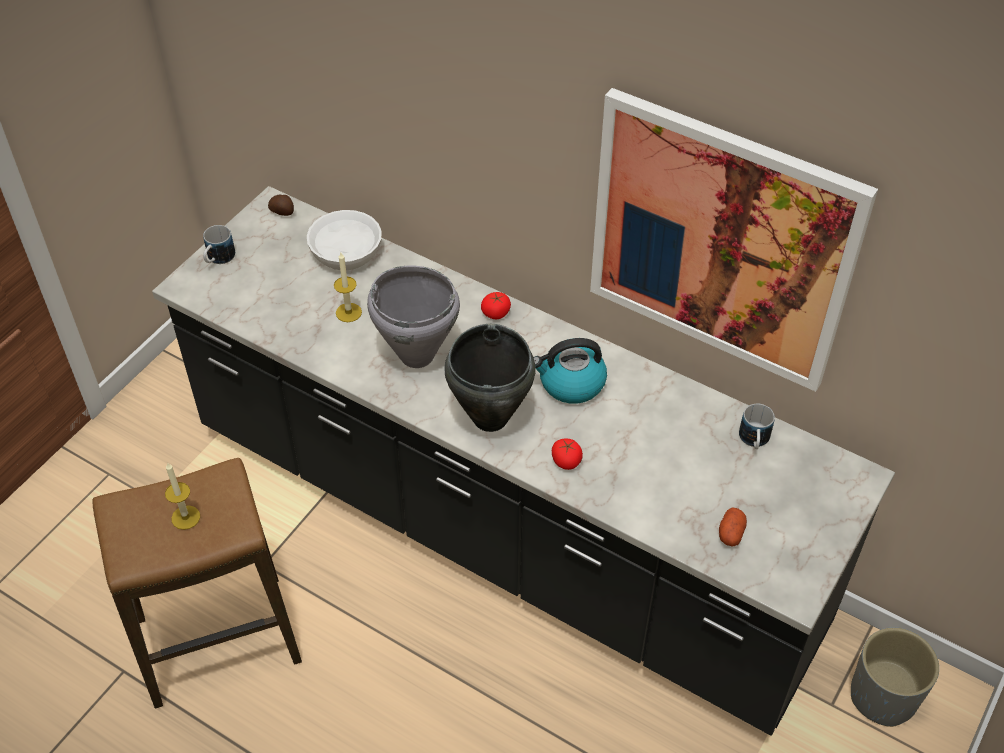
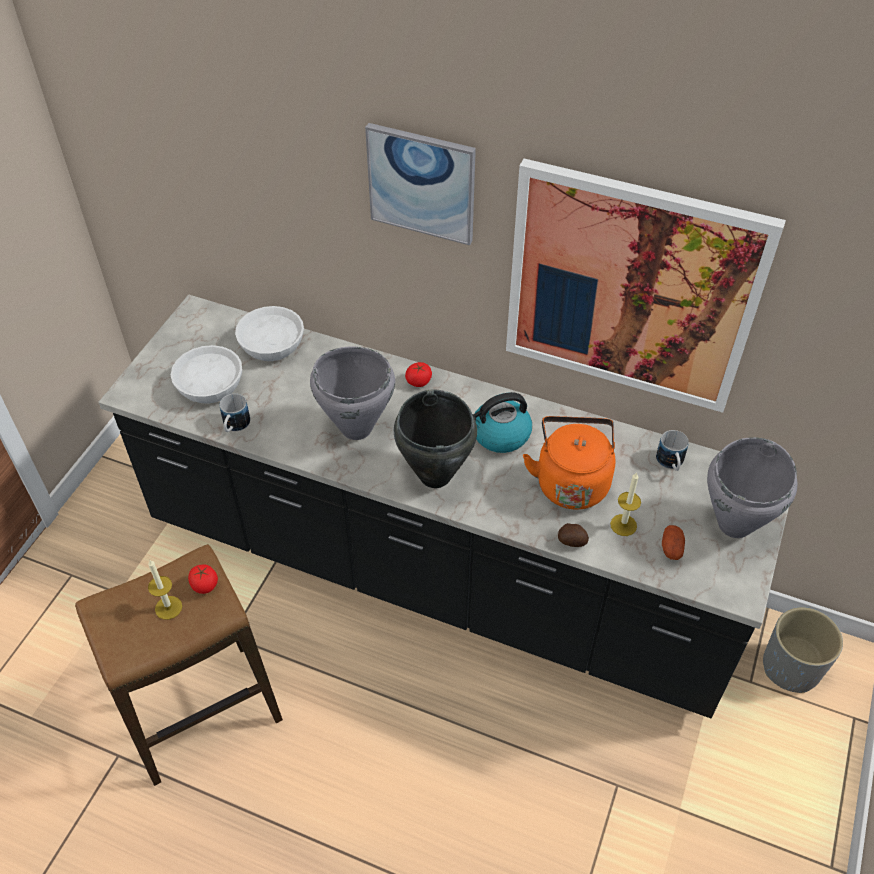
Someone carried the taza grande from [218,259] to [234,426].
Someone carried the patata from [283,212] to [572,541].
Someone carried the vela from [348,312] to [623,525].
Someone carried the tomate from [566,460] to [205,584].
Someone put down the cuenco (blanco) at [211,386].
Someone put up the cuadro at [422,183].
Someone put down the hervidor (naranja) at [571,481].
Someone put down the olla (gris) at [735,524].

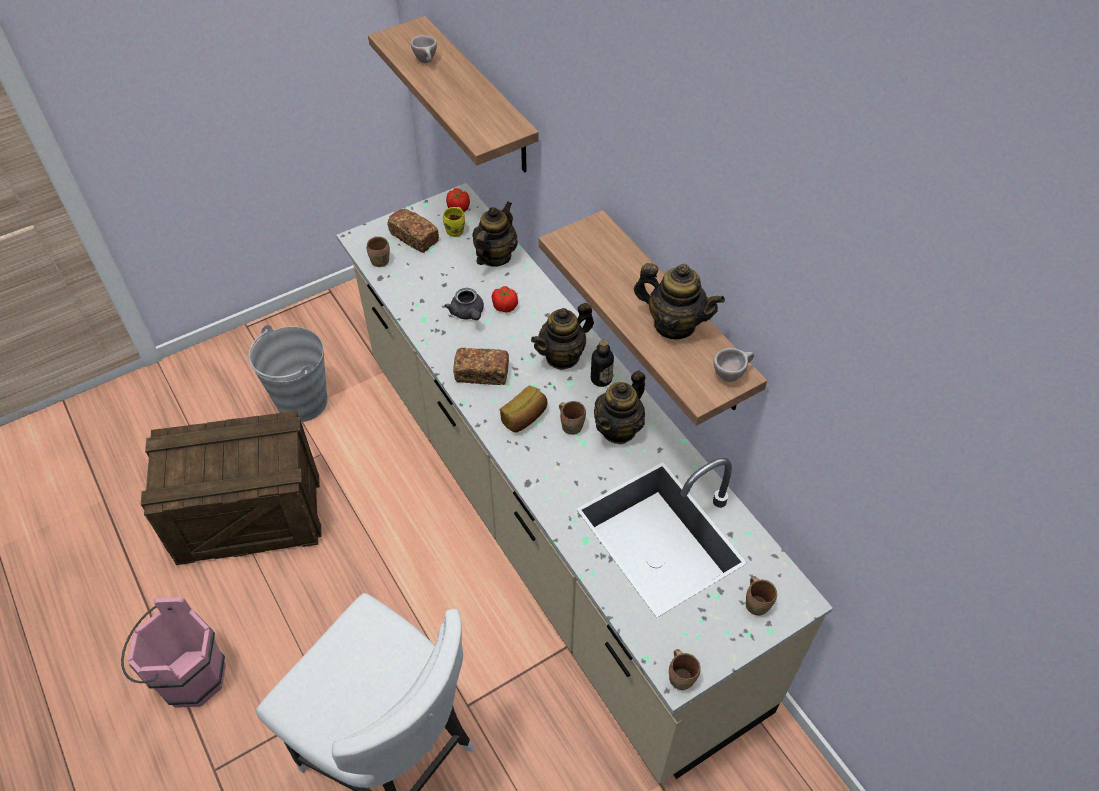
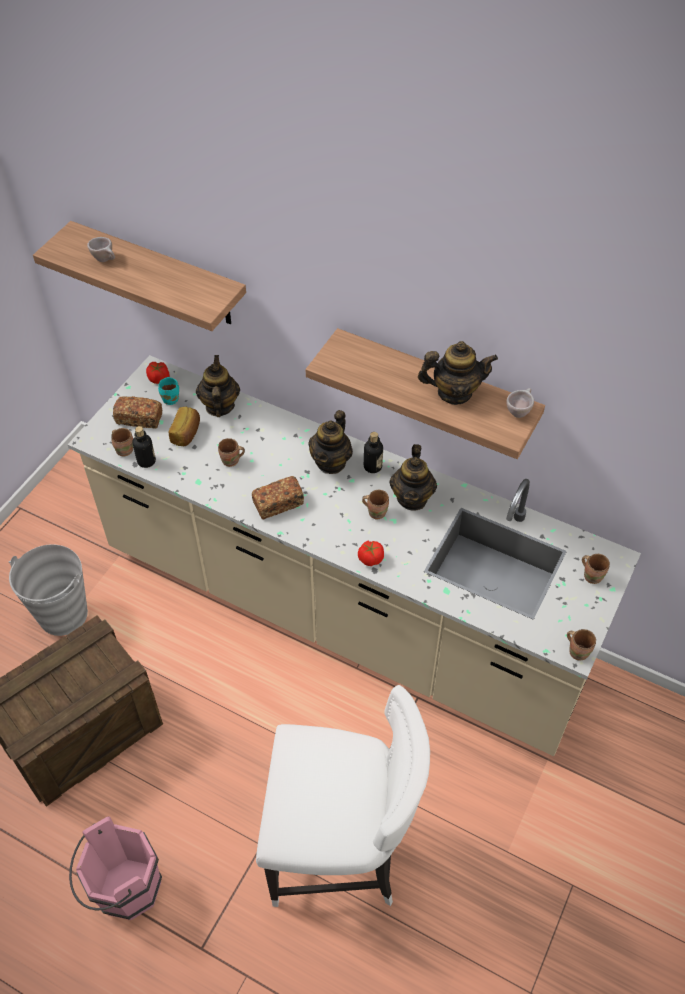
Someone repainted the taza grande (amarillo) at [456,231], which became the taza grande (turquesa) at [171,398].
Someone swapped the tetera (gris) at [468,313] for the taza grande (marrón) at [231,461].
Someone carried the tomate from [504,306] to [370,559].
Someone carried the pan from [525,418] to [187,433].
Someone put down the botella at [146,461].

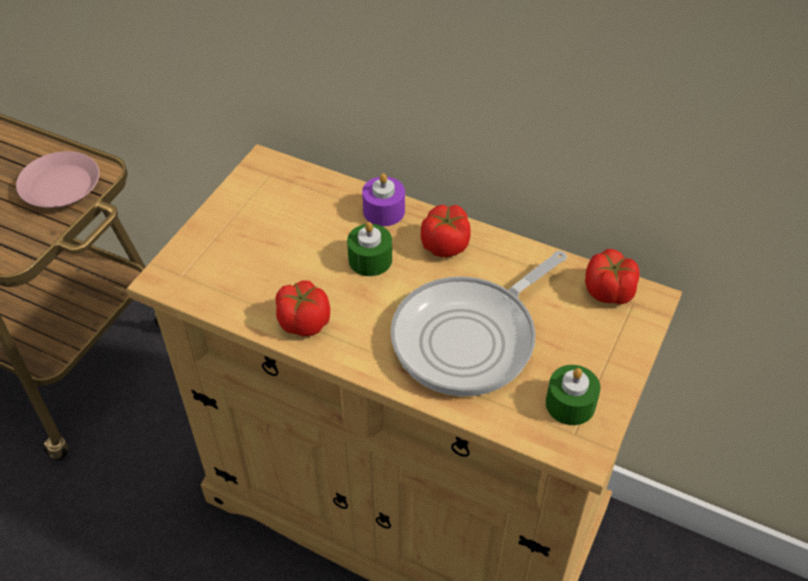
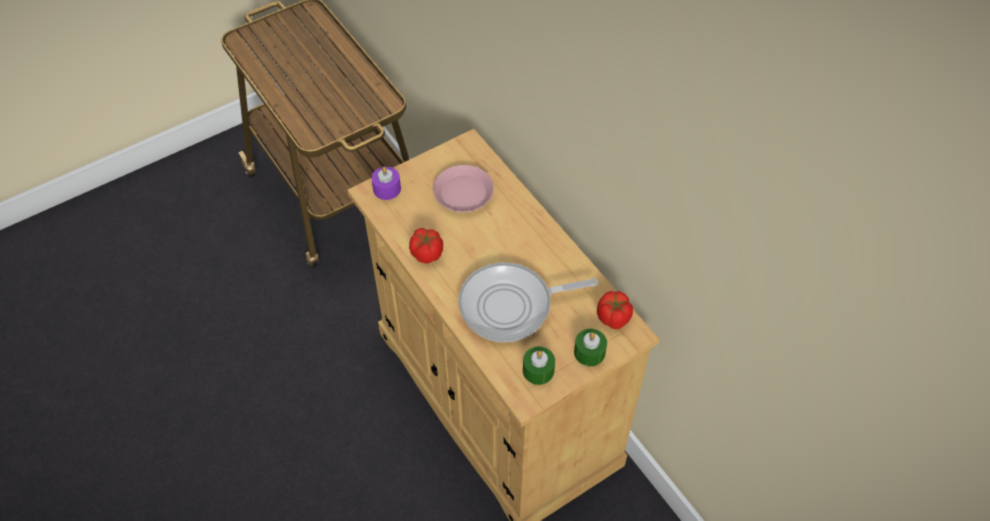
Someone carried the plato (rosa) from [60,186] to [463,193].
Someone carried the vela (verde) from [370,259] to [589,352].
Someone carried the vela (morado) from [384,211] to [387,189].
Someone took away the tomate at [445,245].

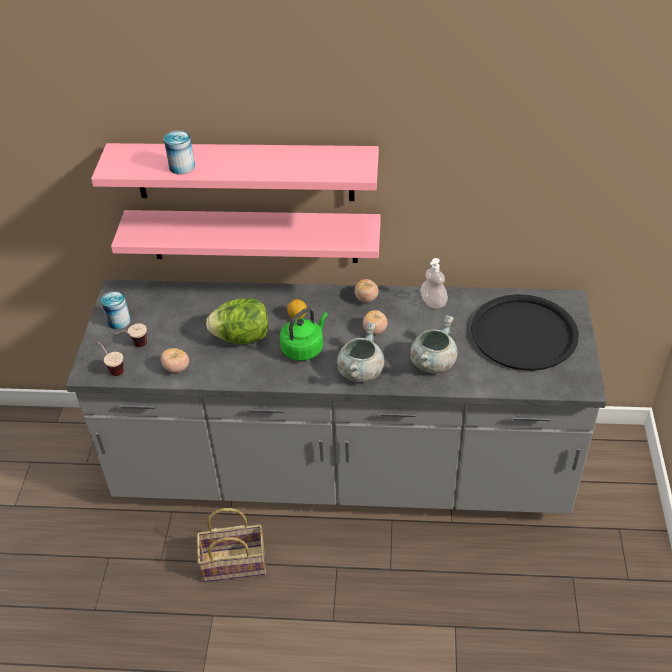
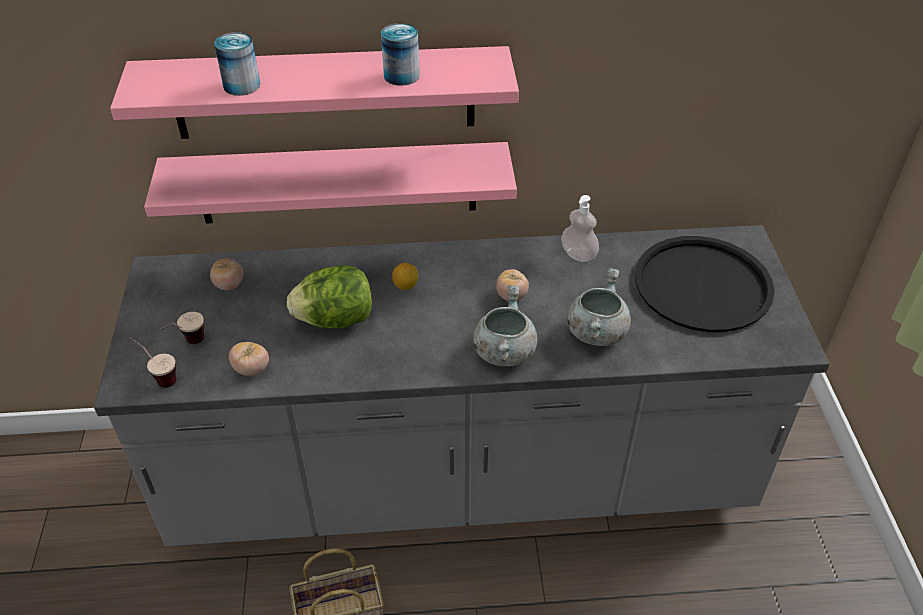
Someone carried the lata from [119,321] to [401,76].
Someone took away the hervidor (verde) at [304,348].
Someone carried the tomate from [366,298] to [229,285].

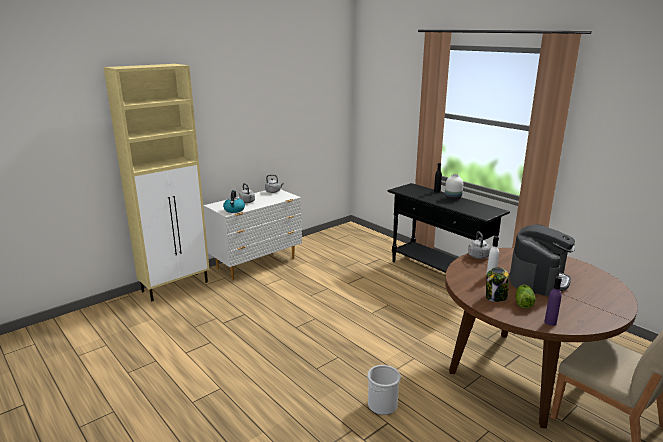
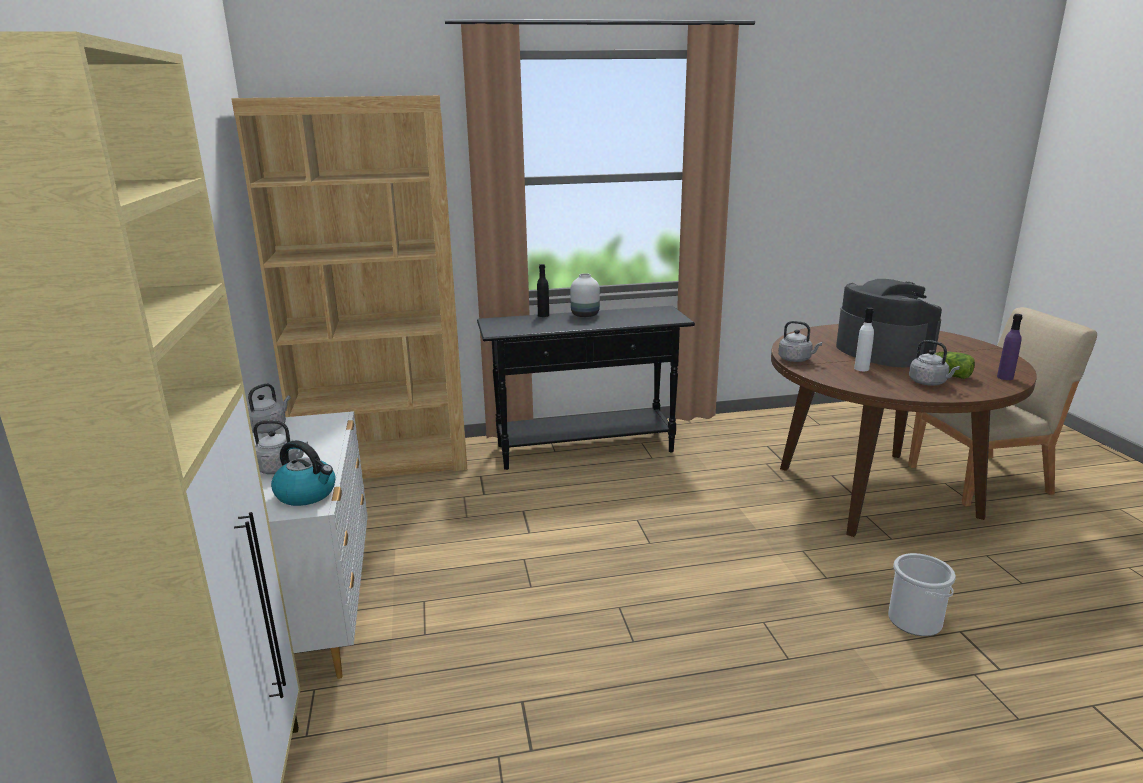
Someone swapped the tarro at [496,297] for the hervidor (gris) at [929,383].
Someone put down the estantería (marrón) at [385,462].

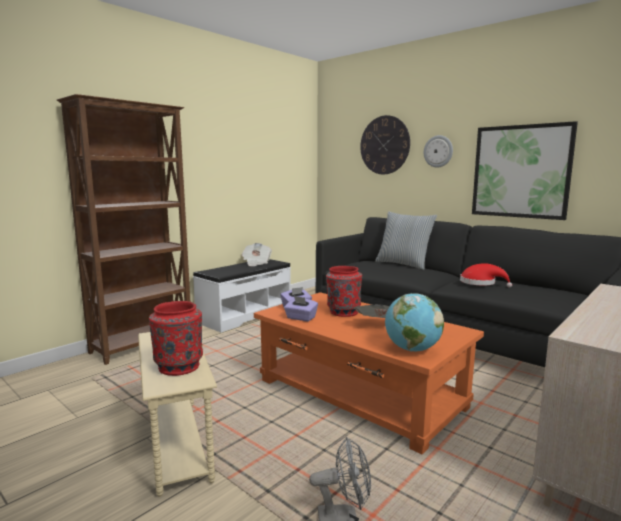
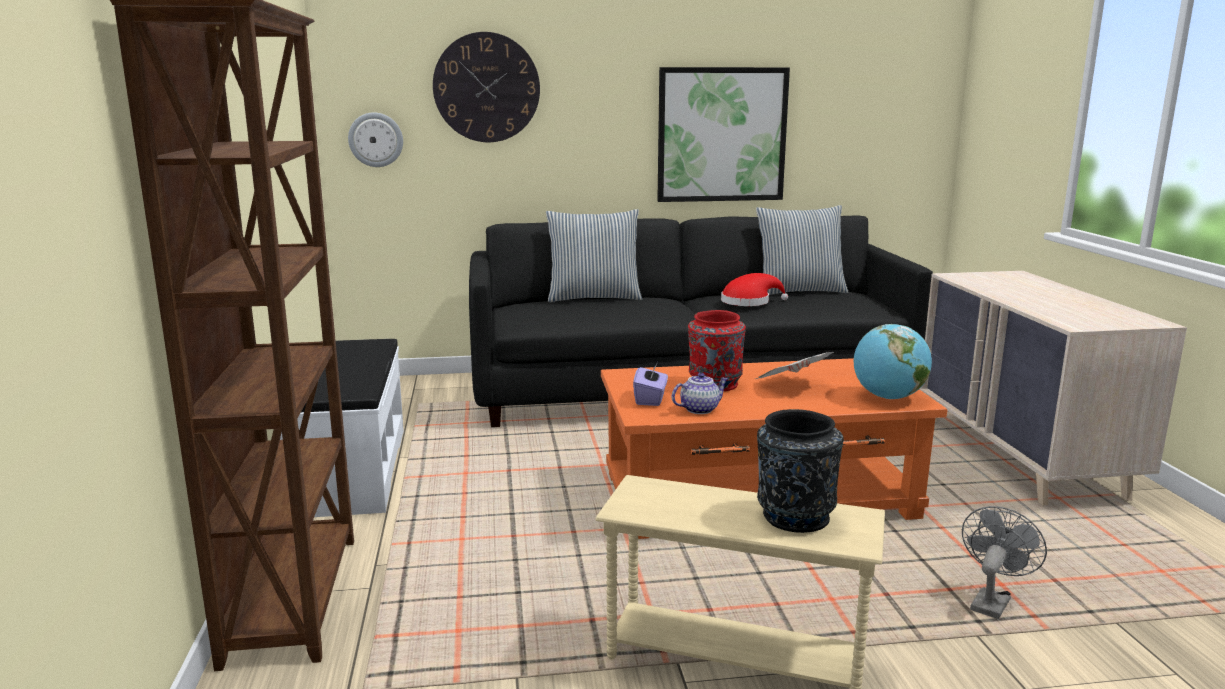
Someone repainted the florero (rojo) at [178,366], which became the florero (negro) at [794,517].
Someone took away the periódico at [256,263].
Someone swapped the caja de pañuelos (morado) at [300,318] for the tetera at [700,409].
Someone carried the reloj de pared from [438,151] to [376,139].
Someone put down the cojín at [799,291].

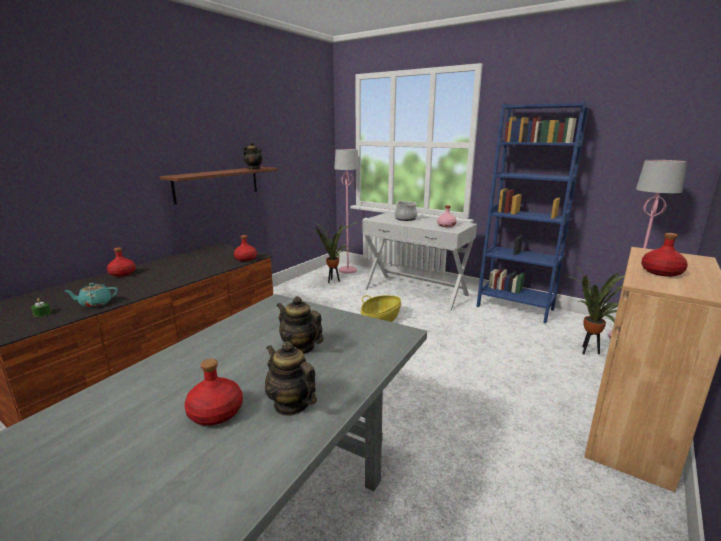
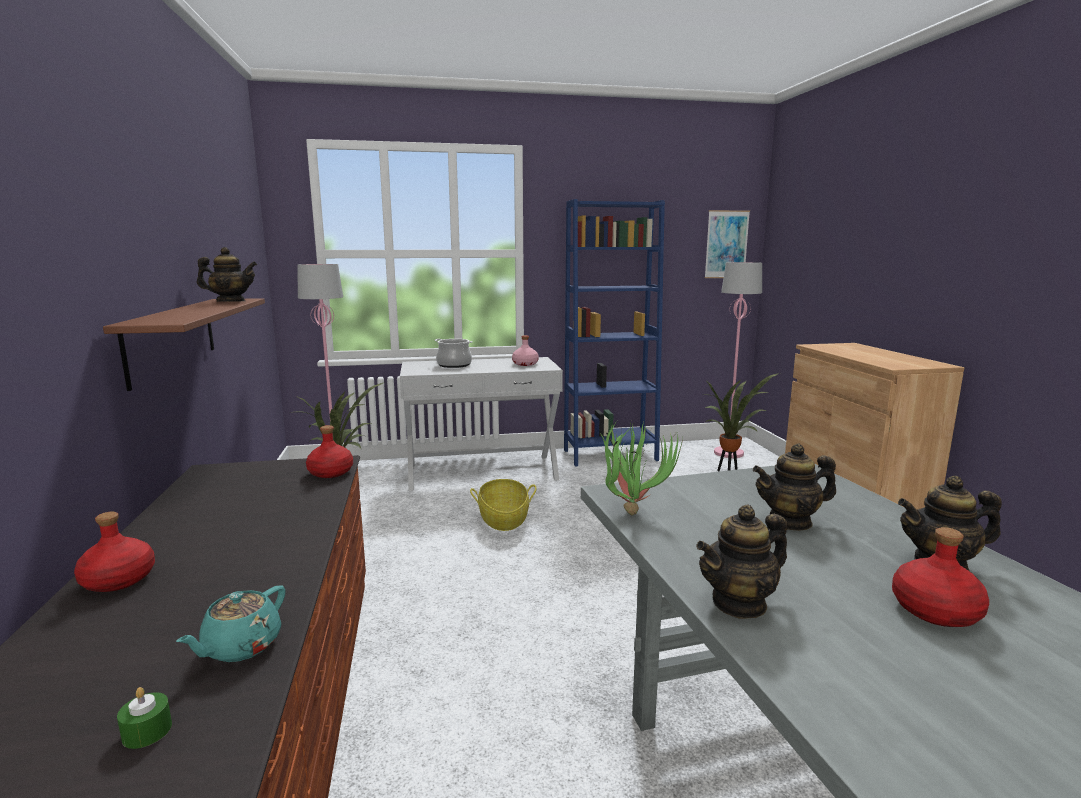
Someone took away the botella (rojo) at [662,272].
Someone put down the planta en maceta at [632,509].
Someone put down the tetera at [739,603].
Someone put up the cuadro at [726,244].

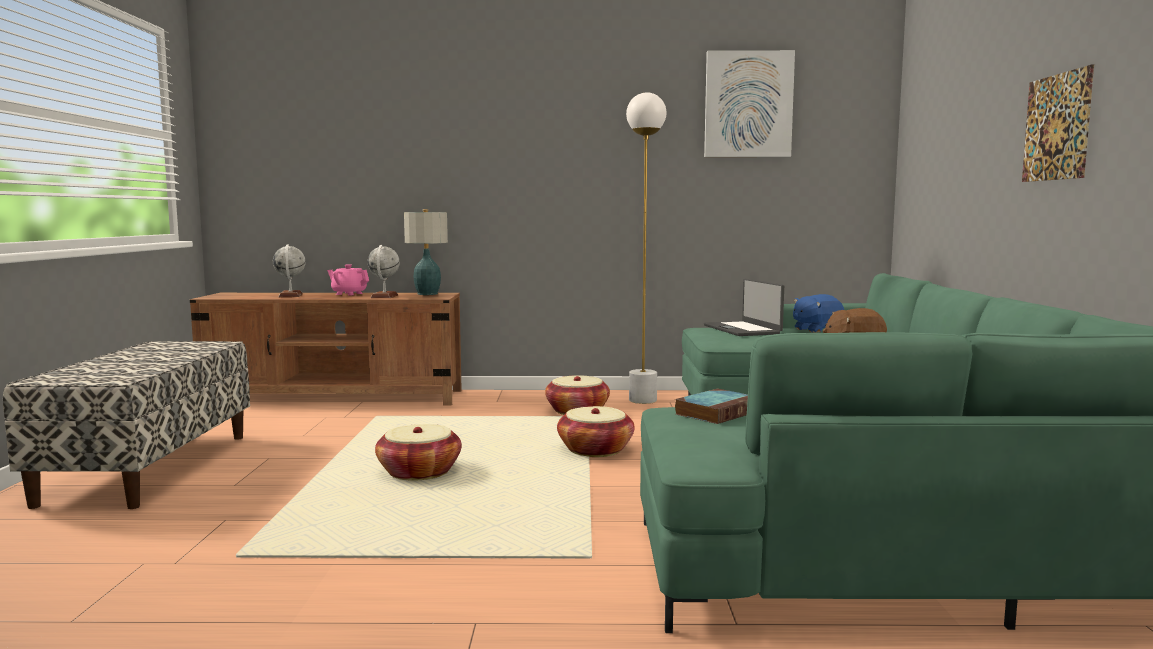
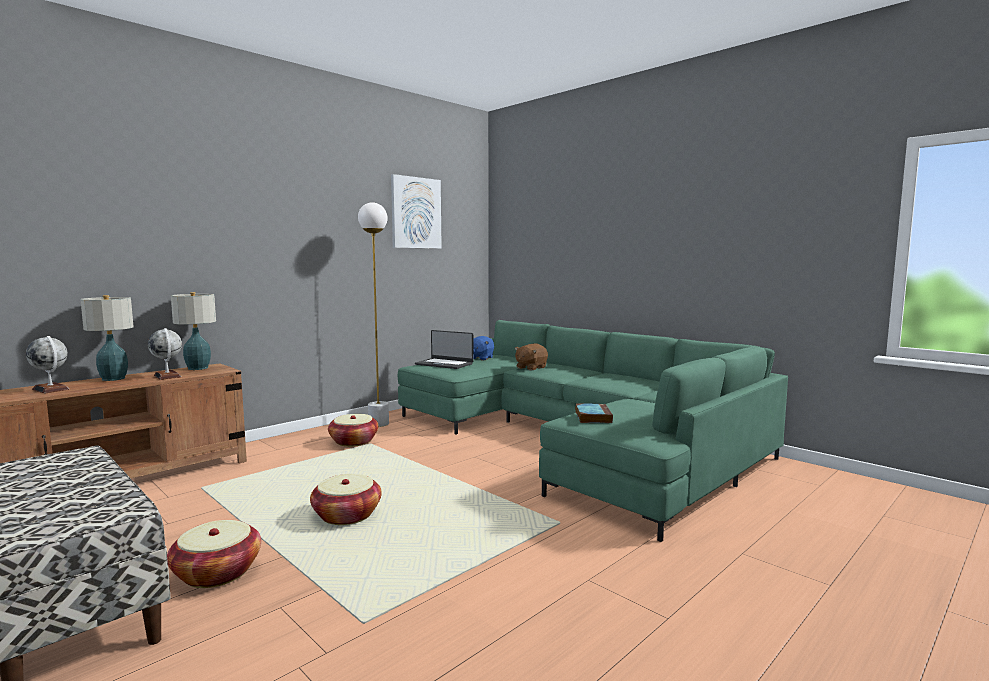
Someone swapped the tetera (rosa) at [349,294] for the lámpara de mesa at [114,378].
Someone carried the cesta from [595,450] to [217,573].
Someone took away the cuadro at [1056,127].

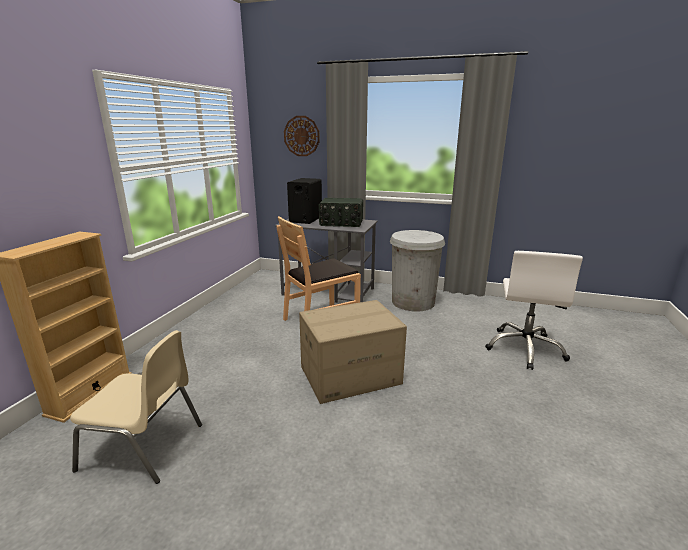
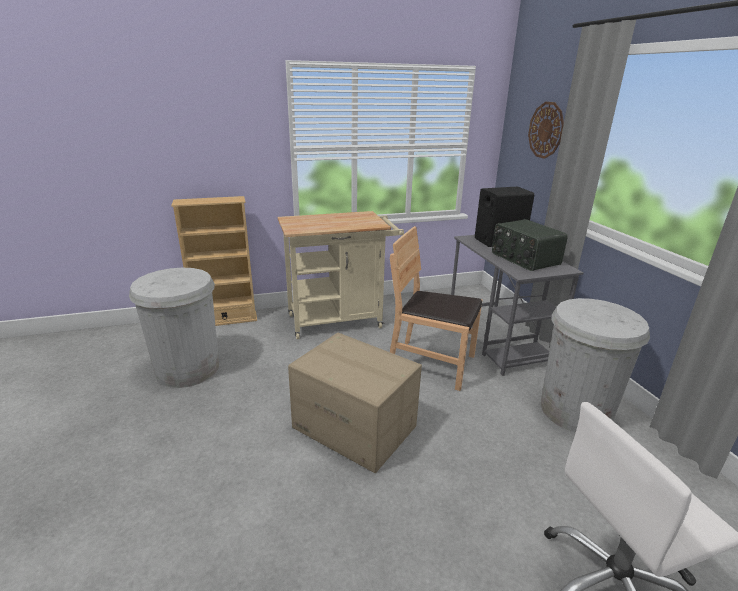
Someone swapped the silla (beis) at [144,446] for the papelera (blanco) at [188,369].
Someone put down the carrito (beis) at [340,320].

